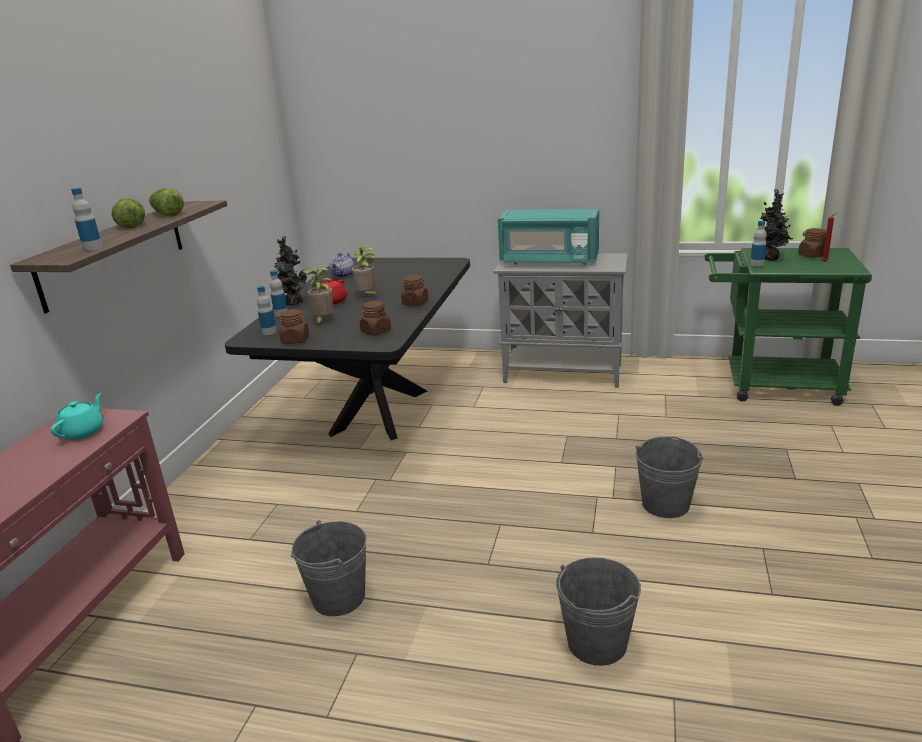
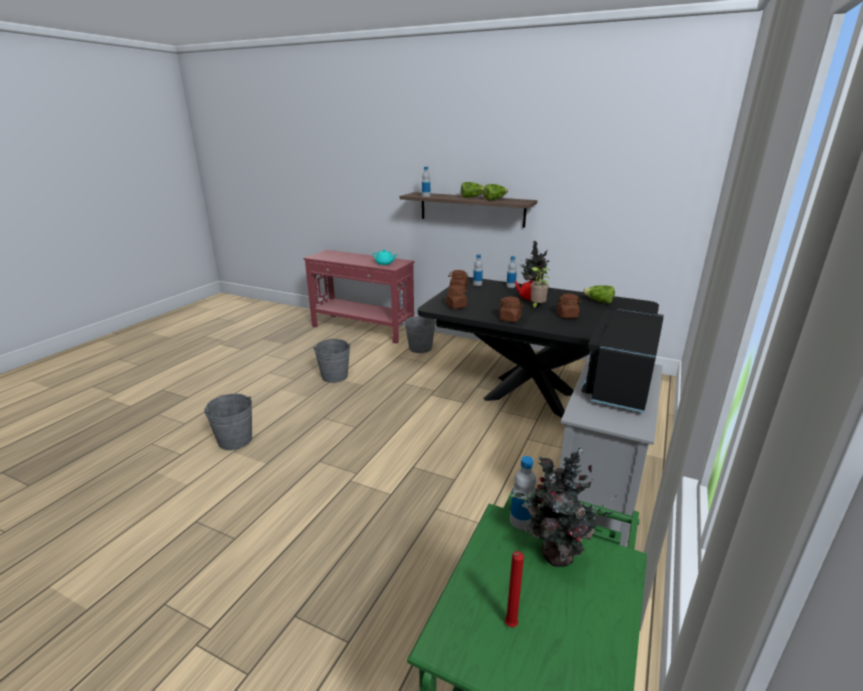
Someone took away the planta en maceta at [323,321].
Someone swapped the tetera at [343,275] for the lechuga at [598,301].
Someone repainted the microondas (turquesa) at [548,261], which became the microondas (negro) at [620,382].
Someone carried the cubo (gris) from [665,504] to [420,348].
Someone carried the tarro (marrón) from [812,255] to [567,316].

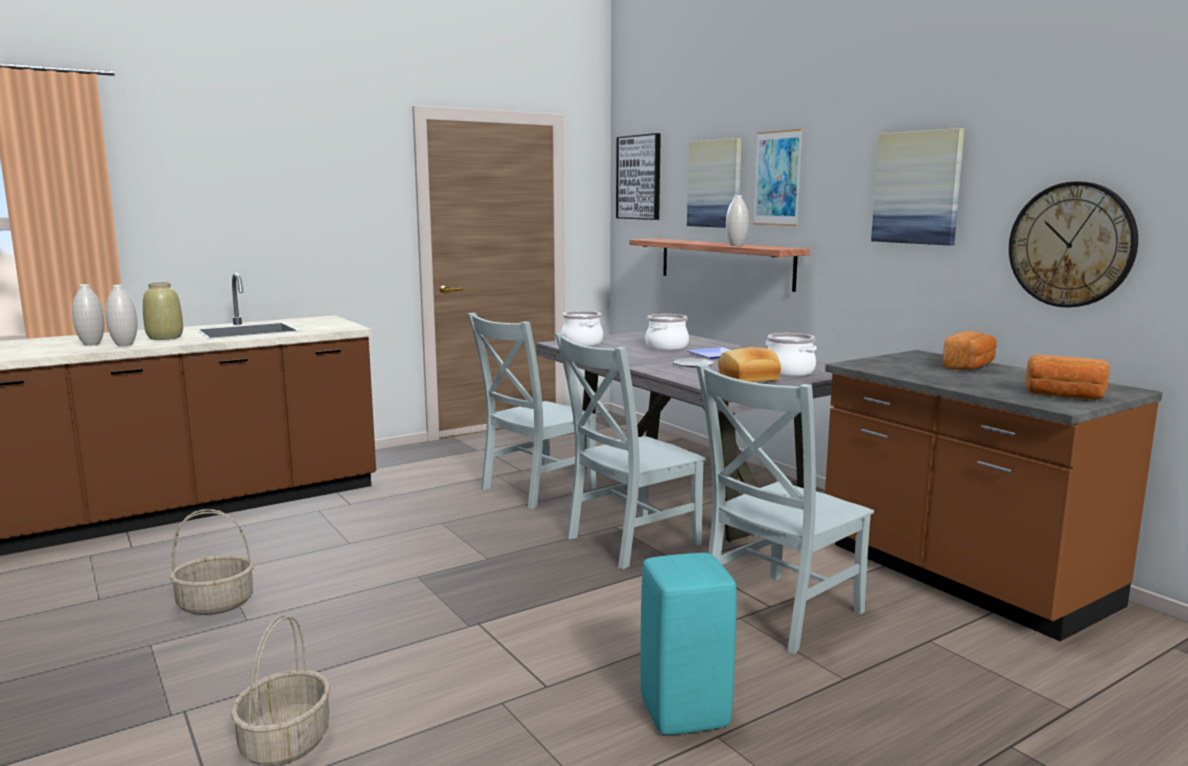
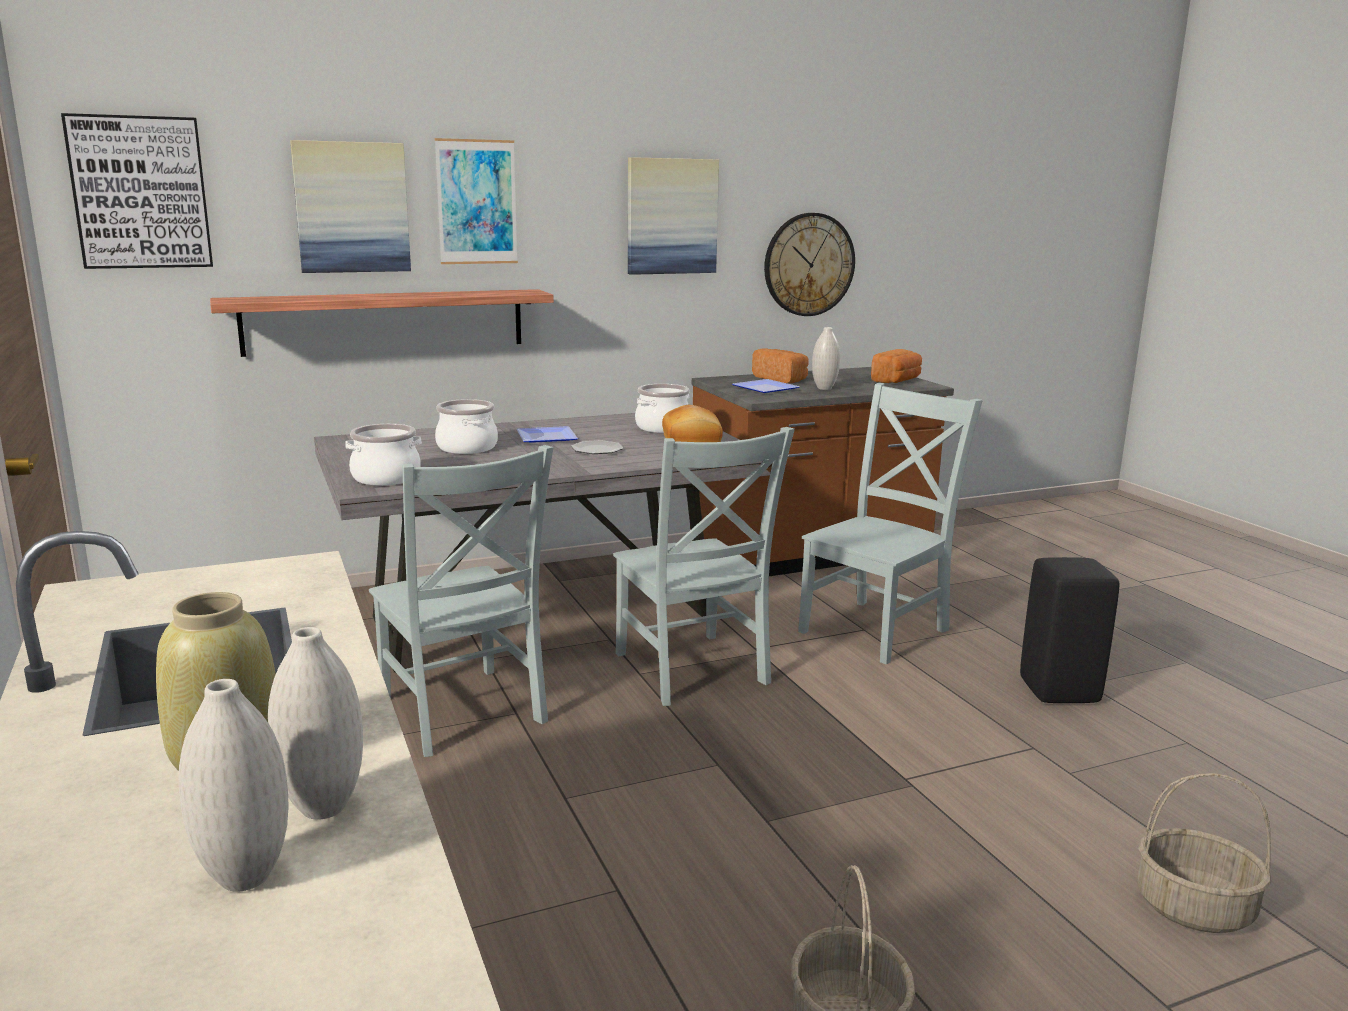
Someone repainted the taburete (turquesa) at [686,714], which became the taburete (negro) at [1059,691].
Someone rotated the silla (gris) at [777,613] by 105 degrees counterclockwise.
Someone carried the florero (blanco) from [736,245] to [824,388].
Someone put down the plato at [762,389].

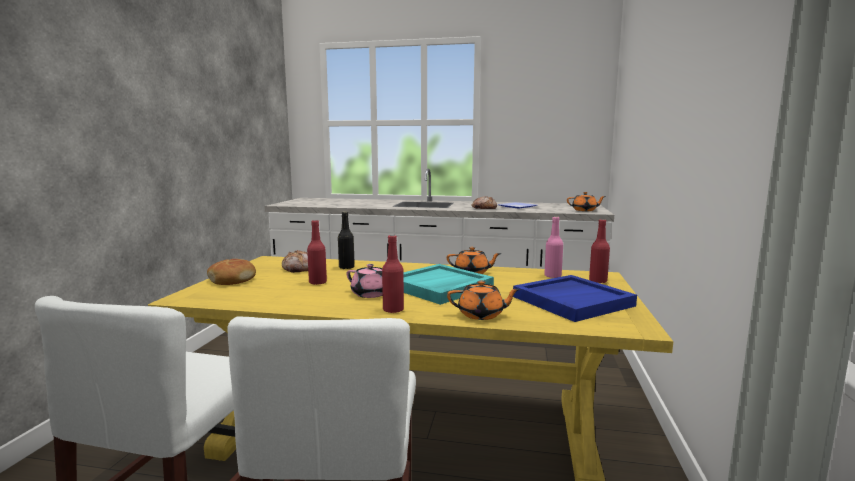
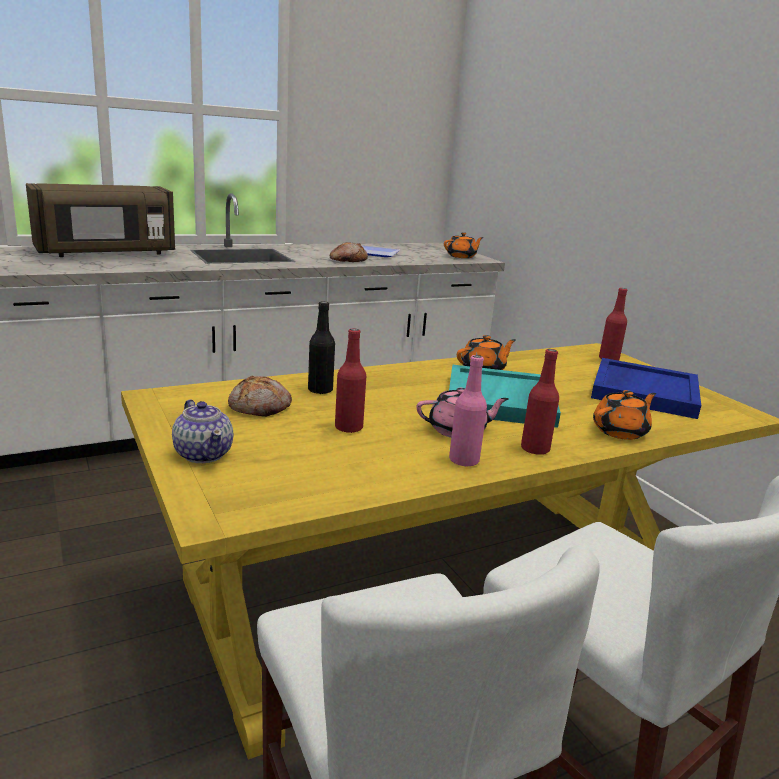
Someone swapped the pan at [232,280] for the tetera at [204,454].
Someone carried the botella (rosa) from [552,276] to [464,460].
Someone put down the microondas (marrón) at [106,253].

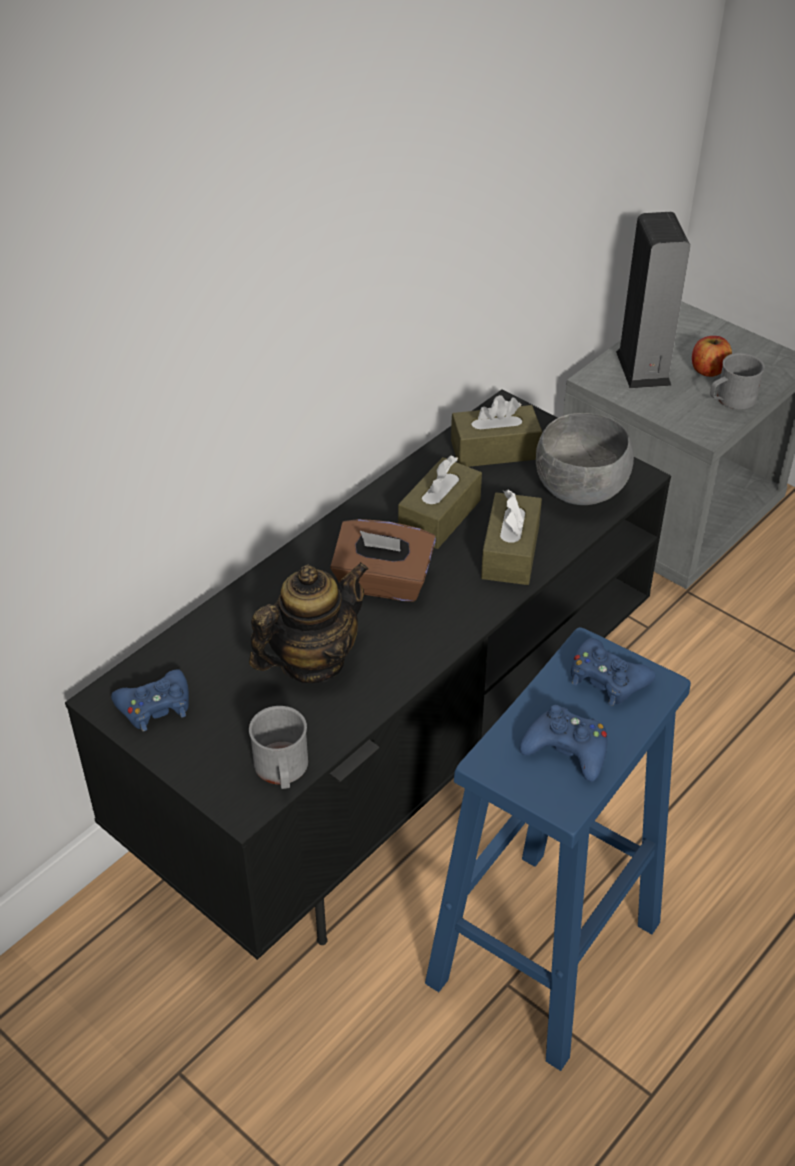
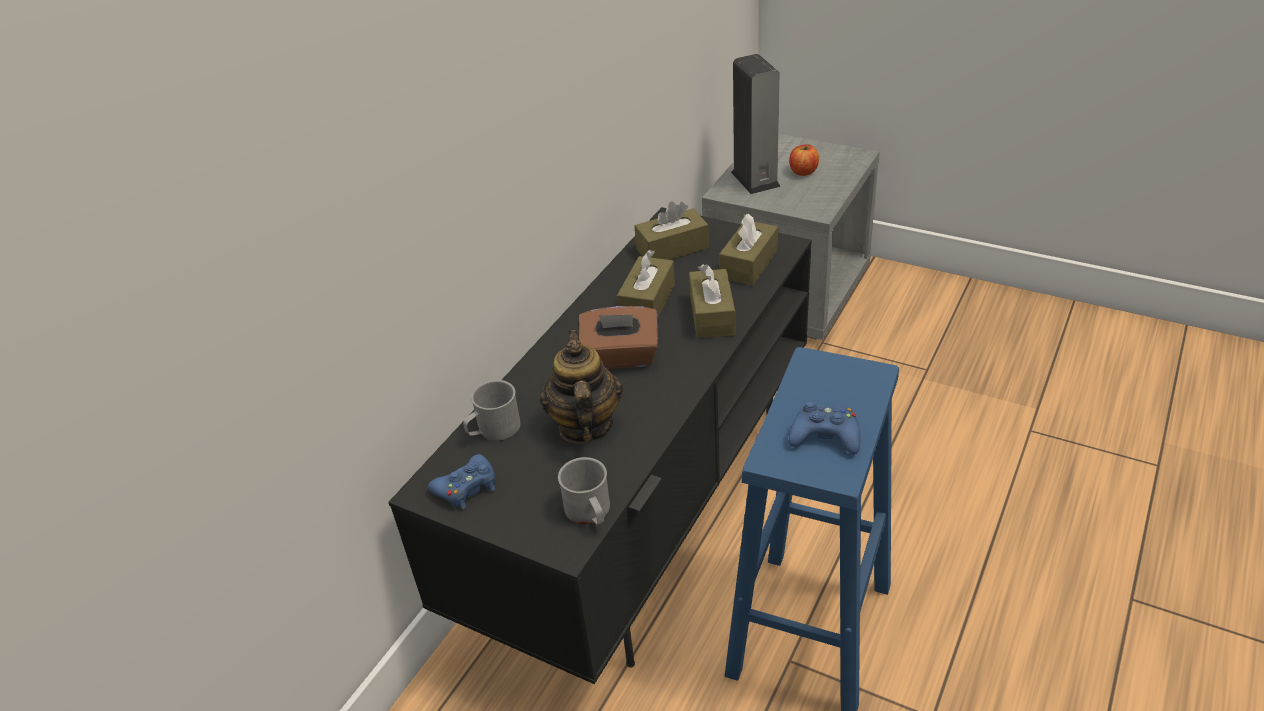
Someone rotated the tetera at [312,661] by 45 degrees counterclockwise.
Someone swapped the cuenco (gris) at [580,492] for the caja de pañuelos (marrón) at [749,264].
Someone took away the mando de consola (azul) at [607,679].
Someone carried the taza grande (gris) from [730,400] to [493,430].

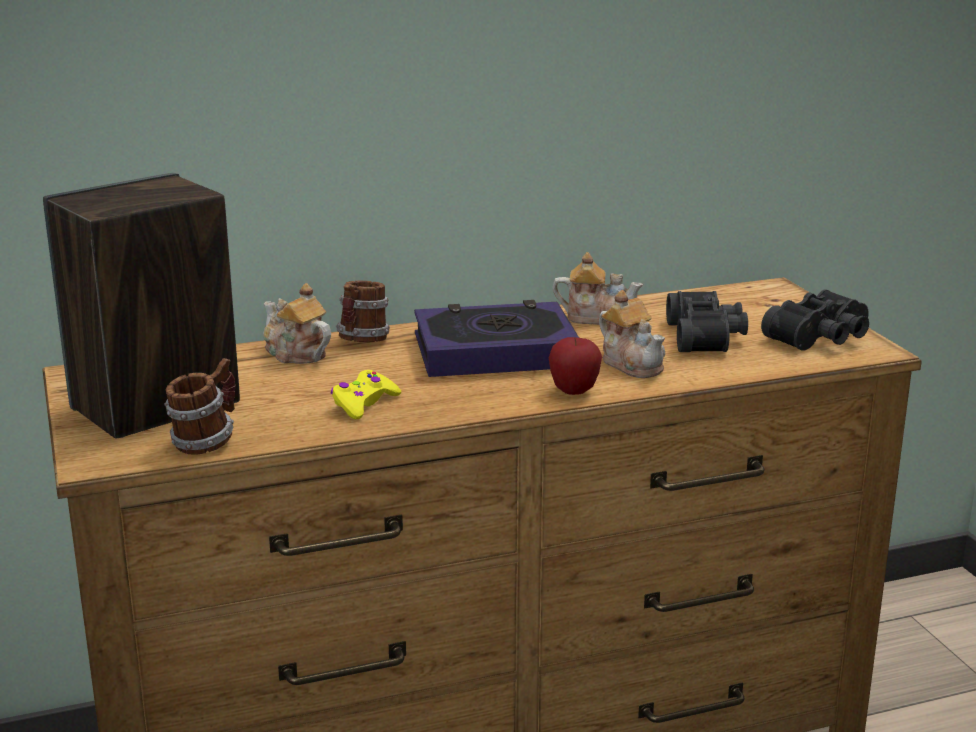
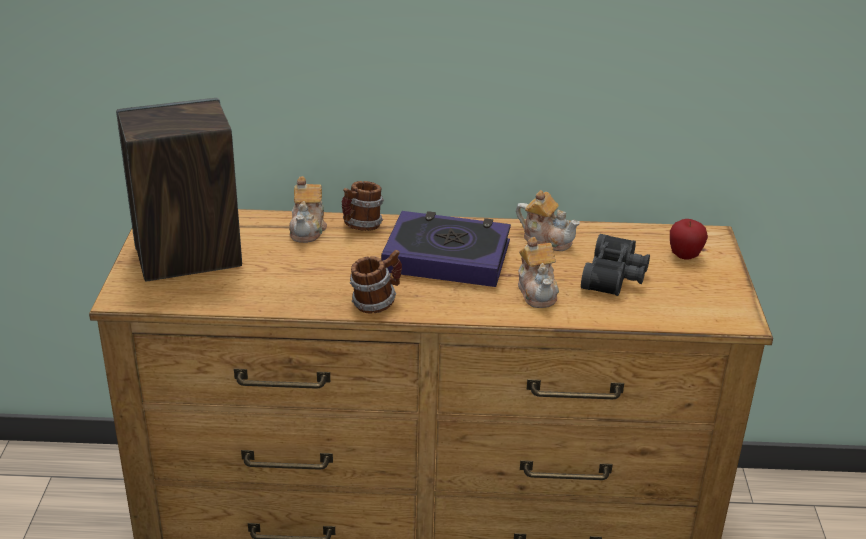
Someone carried the taza grande from [205,442] to [376,303].
Someone rotated the tetera at [295,354] by 150 degrees counterclockwise.
Someone took away the mando de consola (amarillo) at [364,403].
Someone carried the manzana from [574,392] to [684,256].
Someone took away the prismáticos (negro) at [822,338].

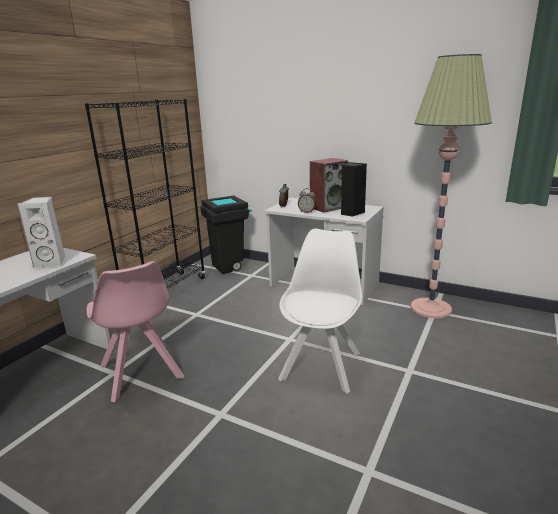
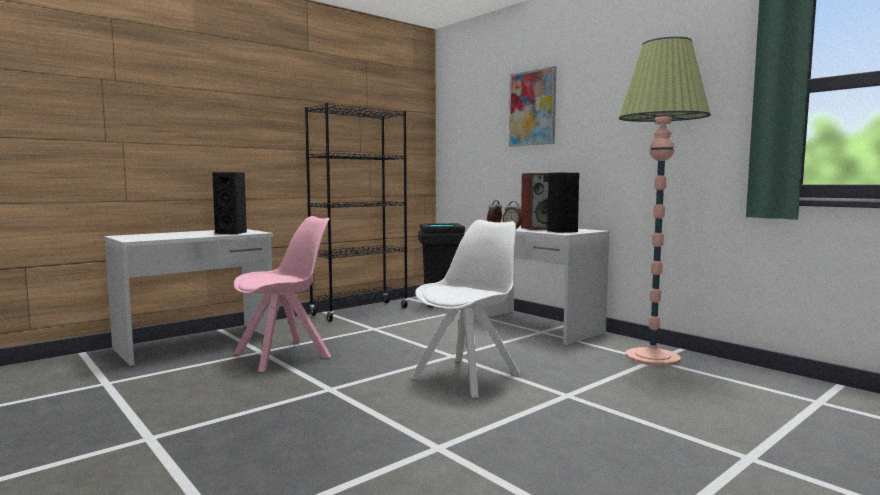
Someone repainted the altavoz (blanco) at [52,262], which became the altavoz (negro) at [233,233].
Someone rotated the silla (rosa) at [141,373] by 120 degrees counterclockwise.
Someone put up the cuadro at [532,108].

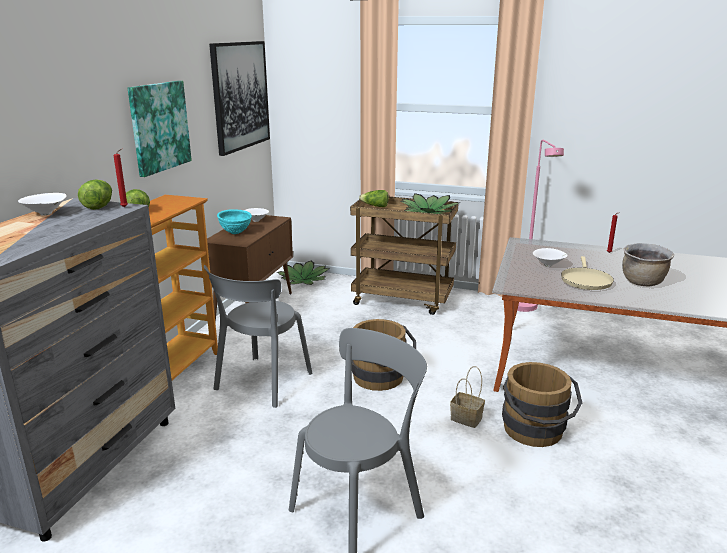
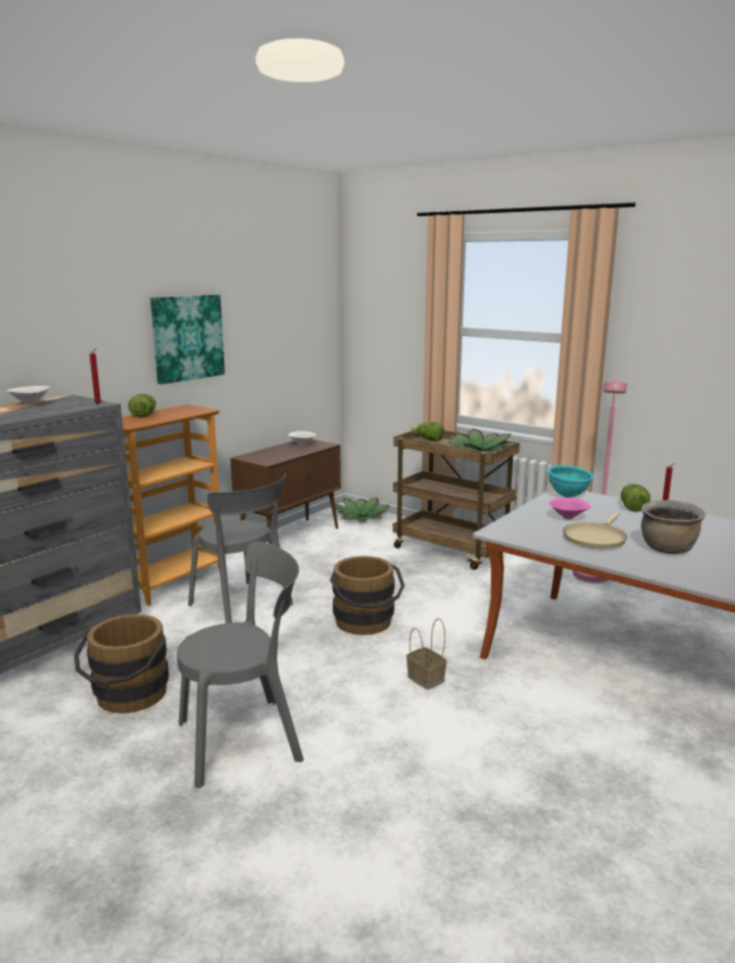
Someone carried the lechuga from [98,205] to [632,507].
Someone rotated the silla (gris) at [261,383] by 90 degrees counterclockwise.
Someone took away the cuadro at [240,96].
Someone carried the cuenco (turquesa) from [235,233] to [568,496].
Someone carried the cubo (marrón) from [535,433] to [128,697].
Someone repainted the cuenco (blanco) at [549,265], which became the cuenco (rosa) at [569,518].

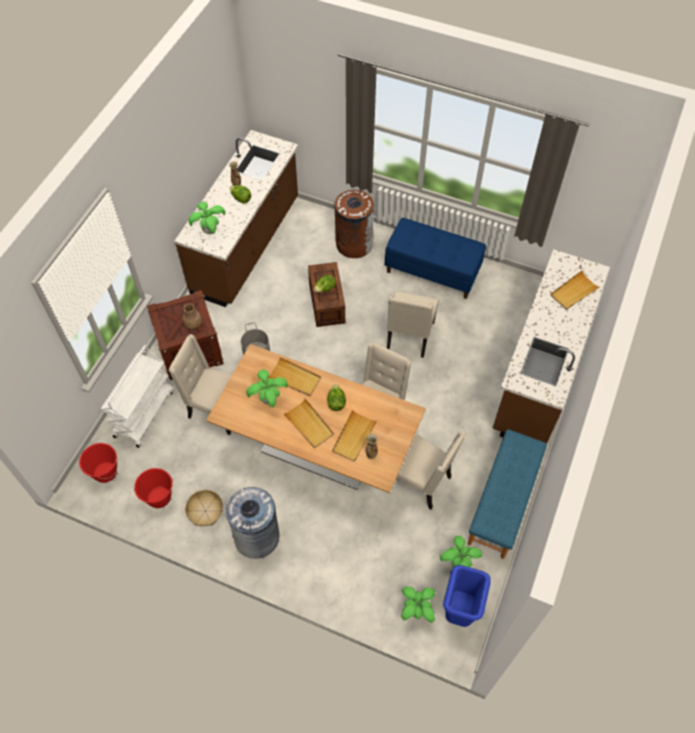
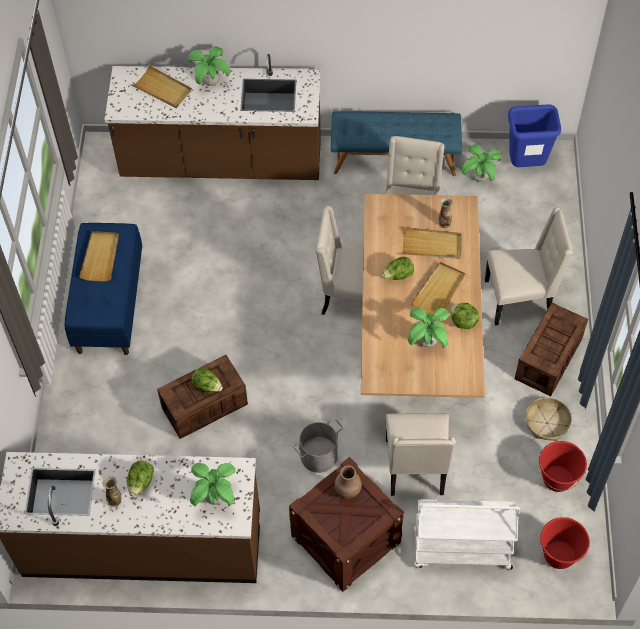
Someone swapped the papelera (gris) at [257,537] for the caja de embalaje at [548,360].
Someone carried the bandeja (beis) from [294,378] to [100,257].
Someone took away the papelera (marrón) at [354,244].
Someone carried the silla (beis) from [409,337] to [520,299].
Someone carried the planta en maceta from [416,611] to [211,82].
Someone put down the lechuga at [463,322].

